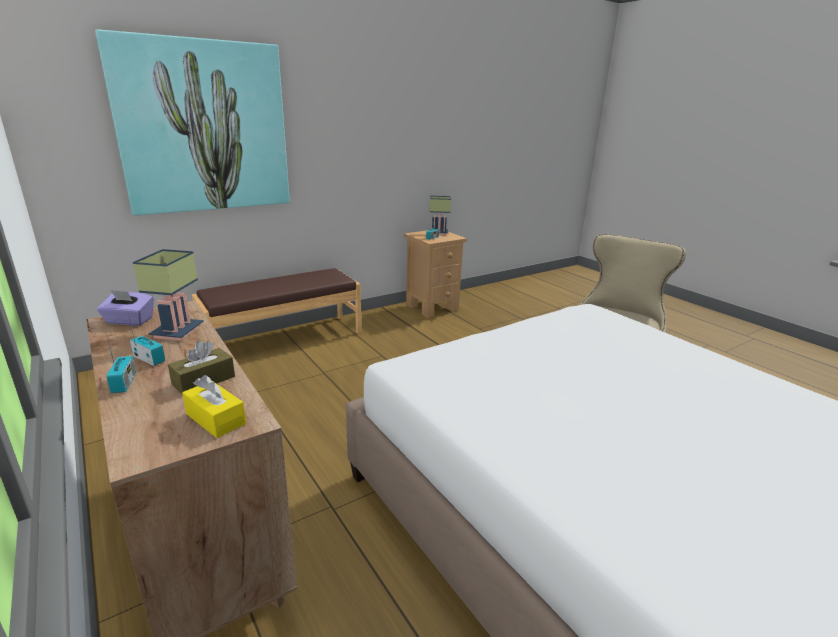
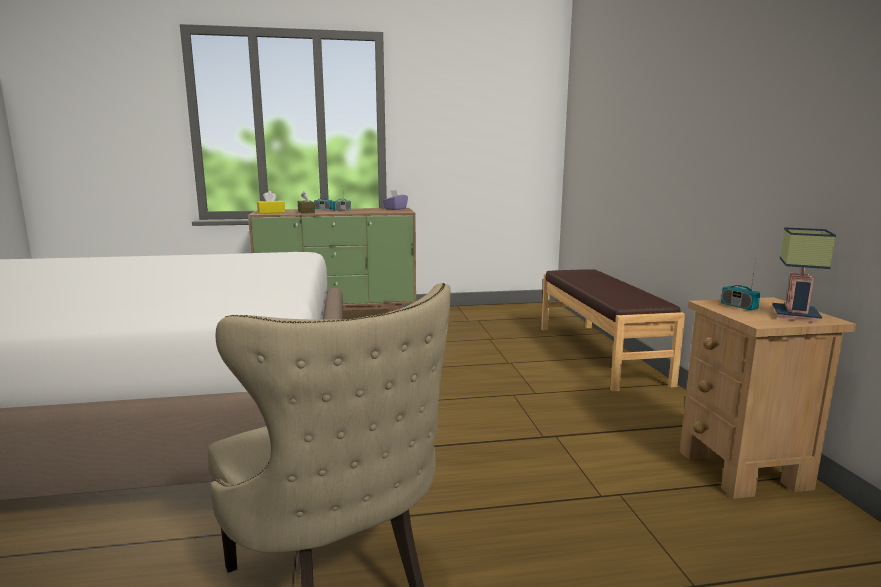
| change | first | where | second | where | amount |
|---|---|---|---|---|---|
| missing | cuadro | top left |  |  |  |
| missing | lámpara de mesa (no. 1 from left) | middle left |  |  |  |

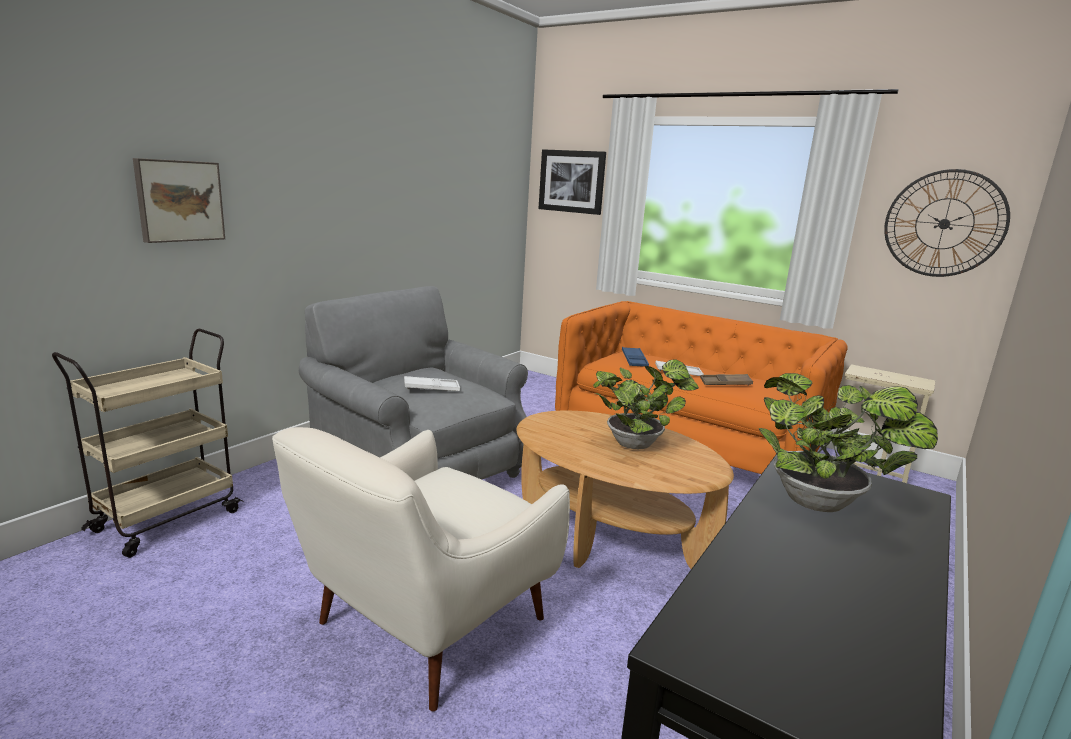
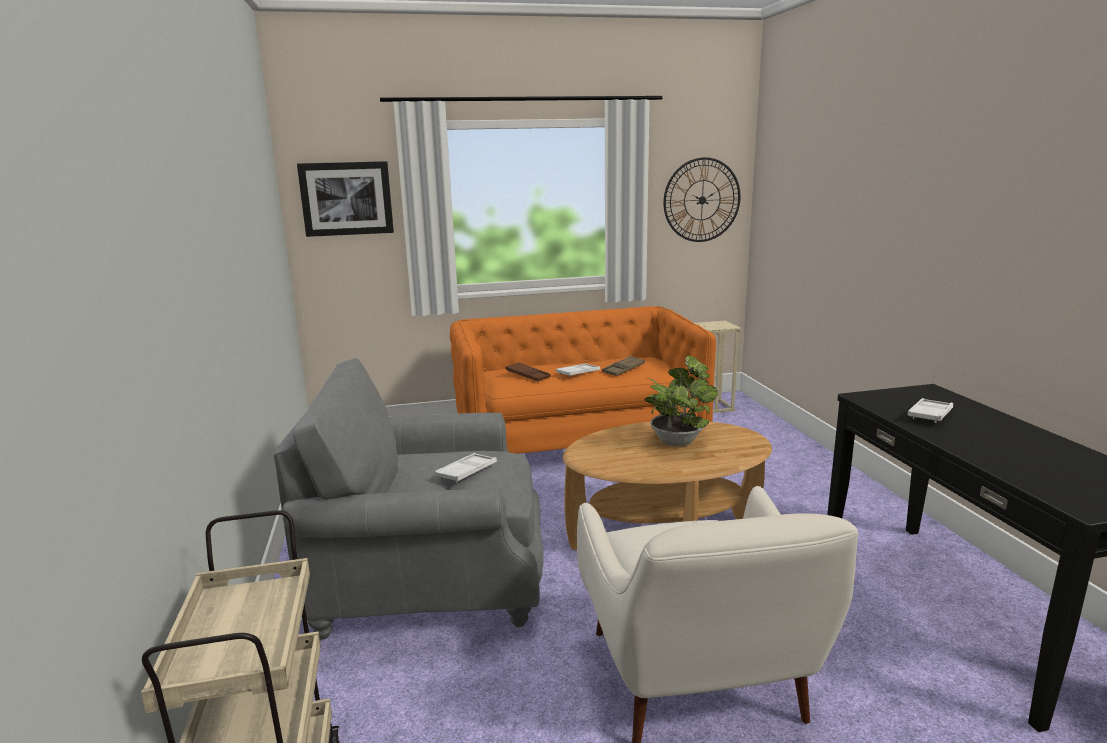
| change | first | where | second | where | amount |
|---|---|---|---|---|---|
| colour | bandeja/azul | centre | bandeja/marrón (no. 1 from left) | centre |  |
| exchanged | planta en maceta (no. 2 from left) | middle right | bandeja/blanco (no. 3 from left) | middle right |  |
| missing | cuadro (no. 1 from left) | top left |  |  |  |

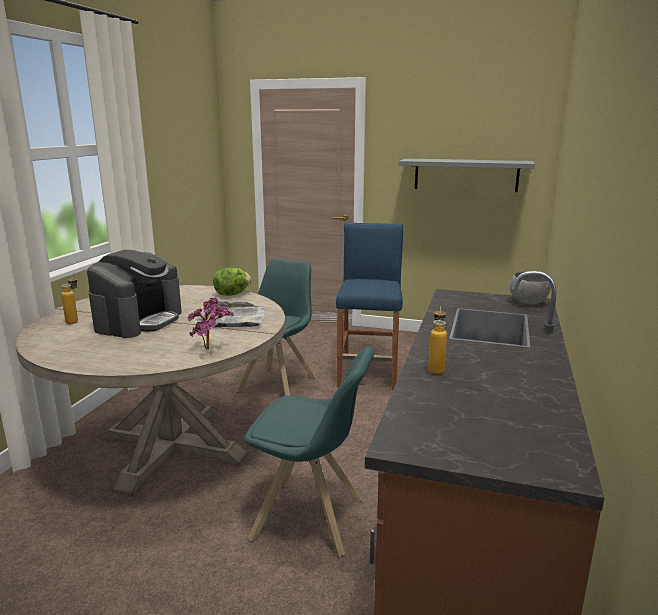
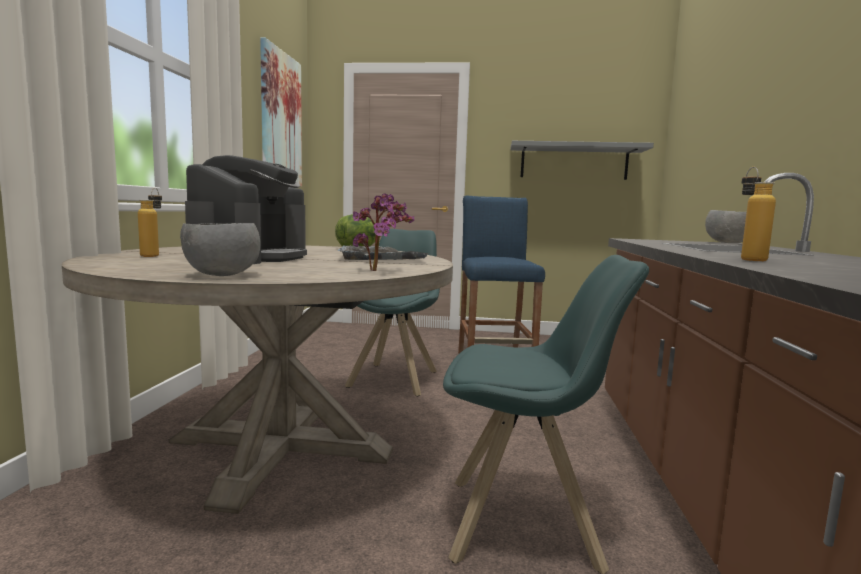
| change | first | where | second | where | amount |
|---|---|---|---|---|---|
| appeared |  |  | cuenco/gris (no. 1 from left) | middle left |  |
| appeared |  |  | cuadro | top left |  |

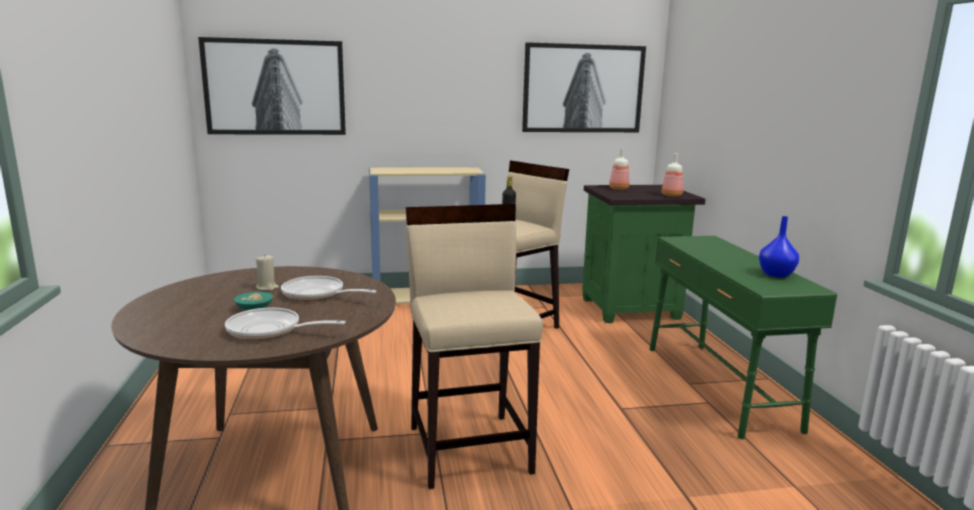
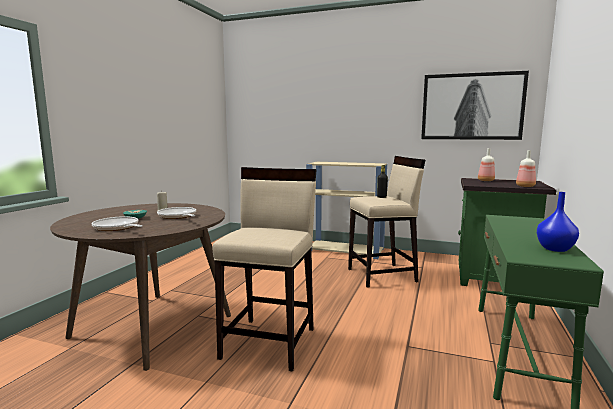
| change | first | where | second | where | amount |
|---|---|---|---|---|---|
| missing | cuadro (no. 1 from left) | top left |  |  |  |

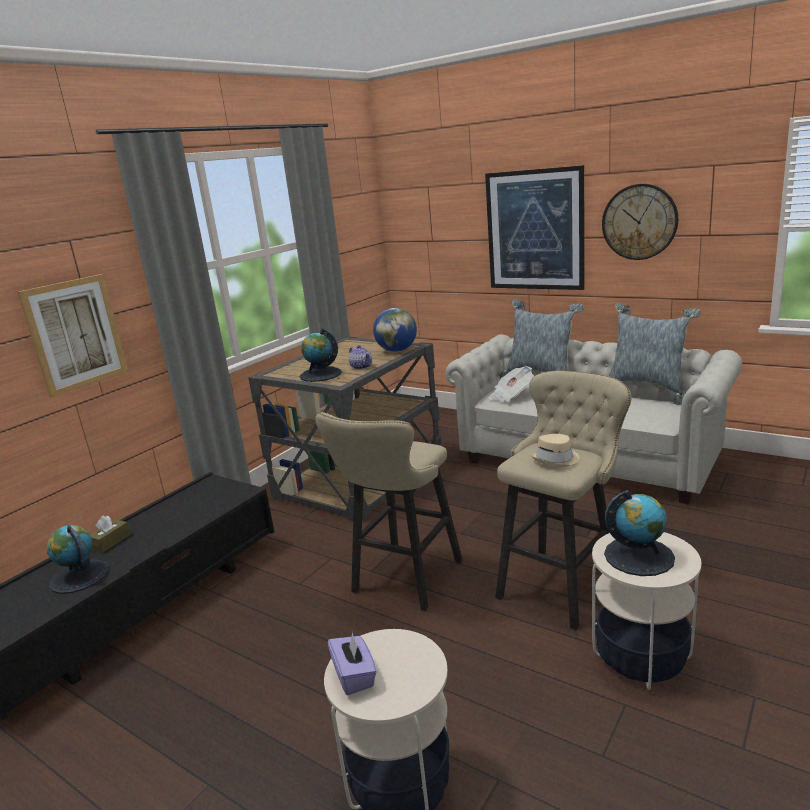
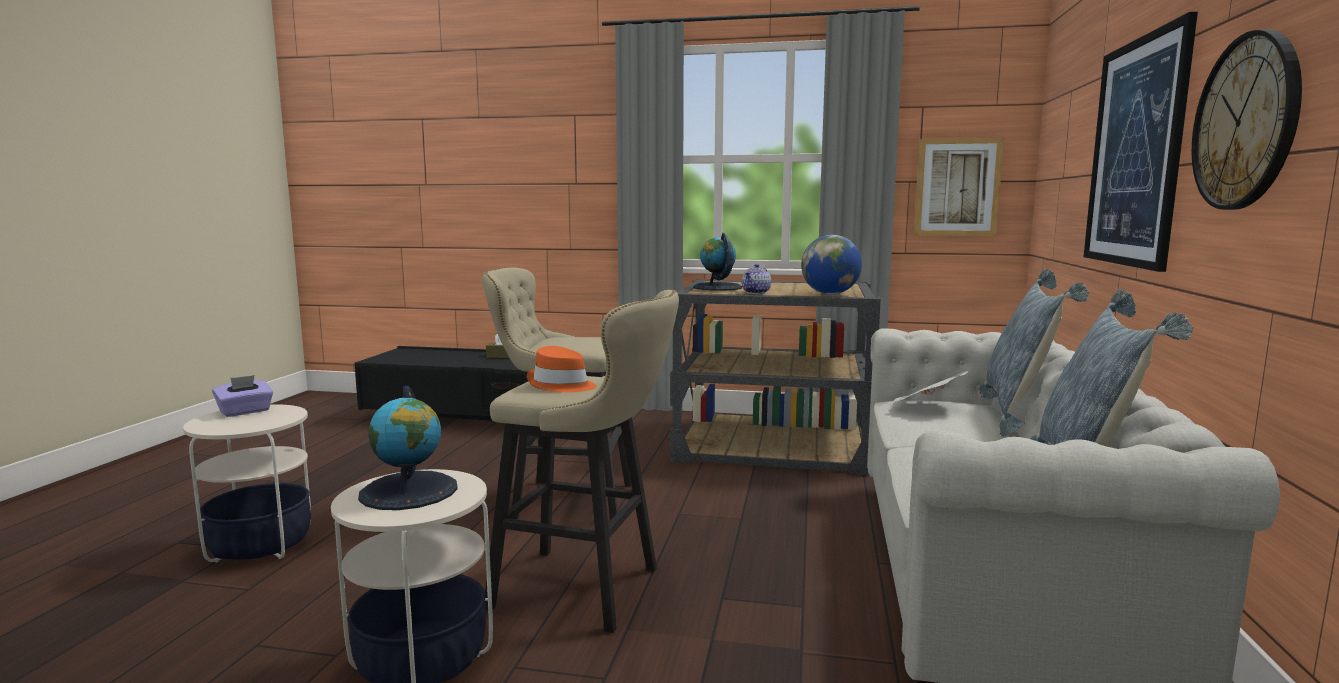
| change | first | where | second | where | amount |
|---|---|---|---|---|---|
| colour | sombrero/beis | middle right | sombrero/naranja | centre |  |
| relocated | cuadro (no. 1 from left) | middle left |  | top right |  |
| missing | globo terráqueo (no. 1 from left) | bottom left |  |  |  |

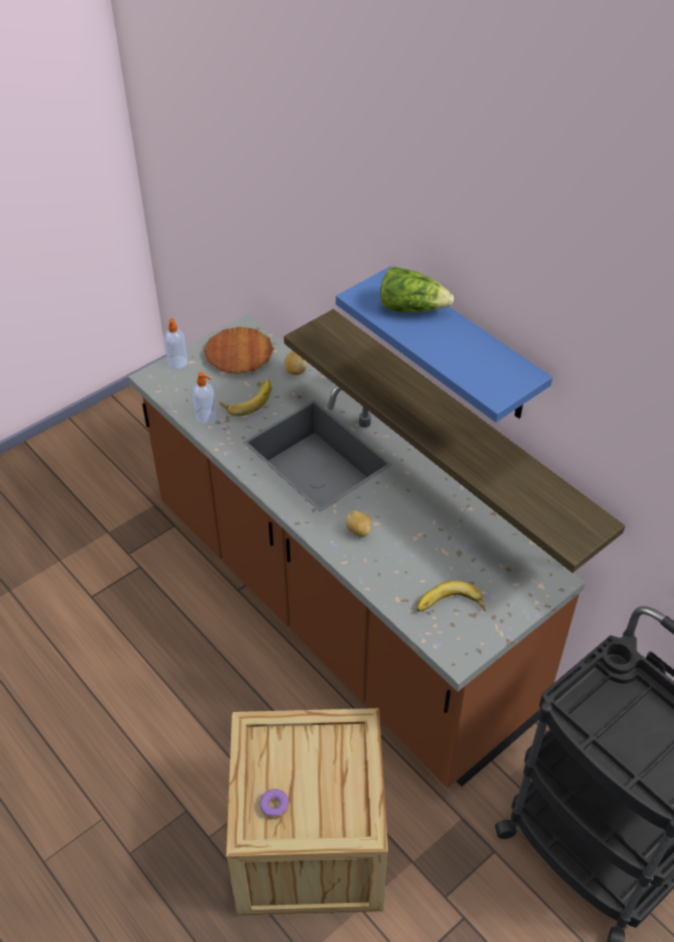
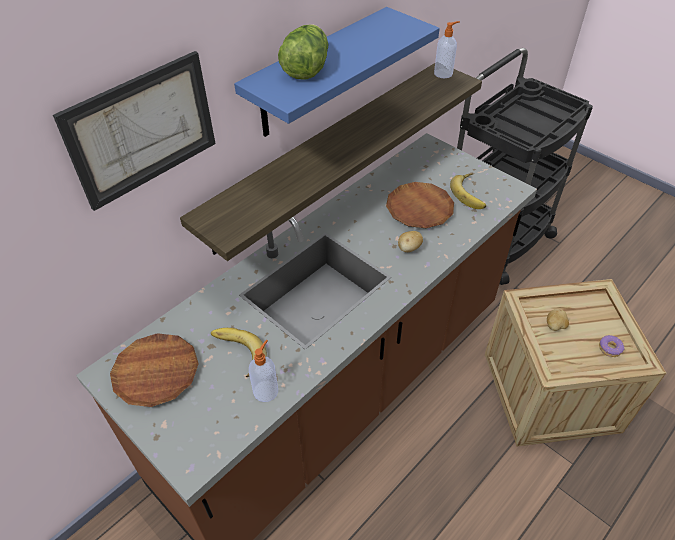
| change | first | where | second | where | amount |
|---|---|---|---|---|---|
| appeared |  |  | cuadro | top left |  |
| appeared |  |  | plato/marrón (no. 2 from left) | centre |  |
| relocated | dispensador de jabón (no. 1 from left in the first image) | middle left | dispensador de jabón (no. 2 from left) | top centre |  |
| relocated | patata (no. 1 from left in the first image) | centre | patata (no. 2 from left) | middle right |  |

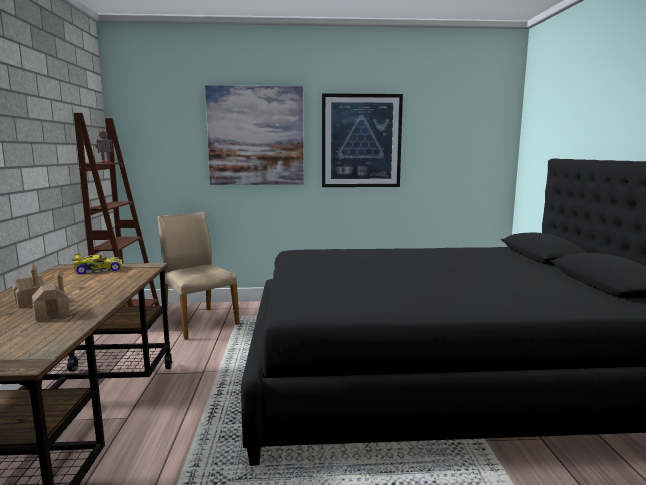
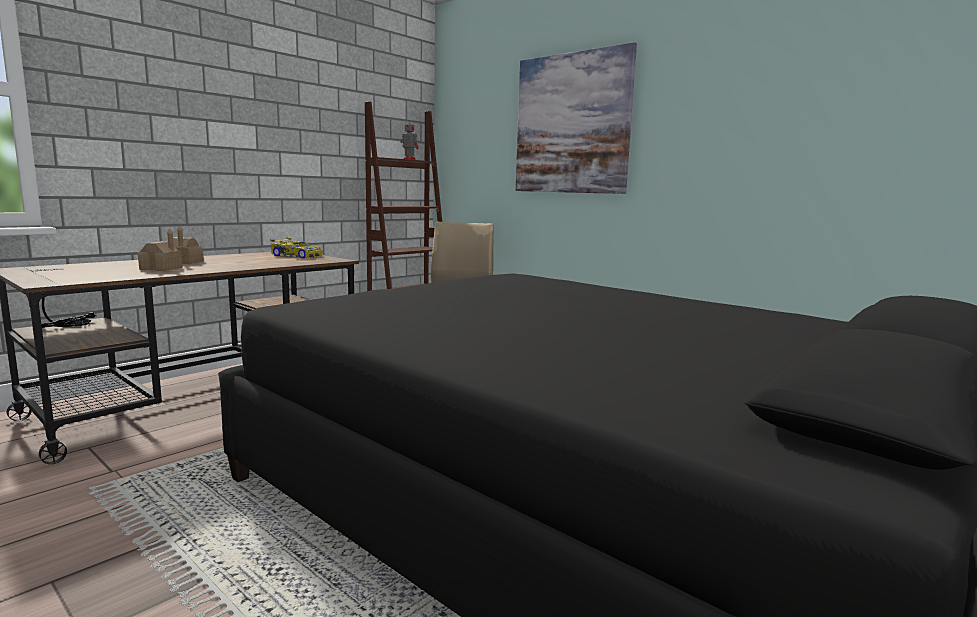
| change | first | where | second | where | amount |
|---|---|---|---|---|---|
| missing | cuadro (no. 2 from left) | top centre |  |  |  |

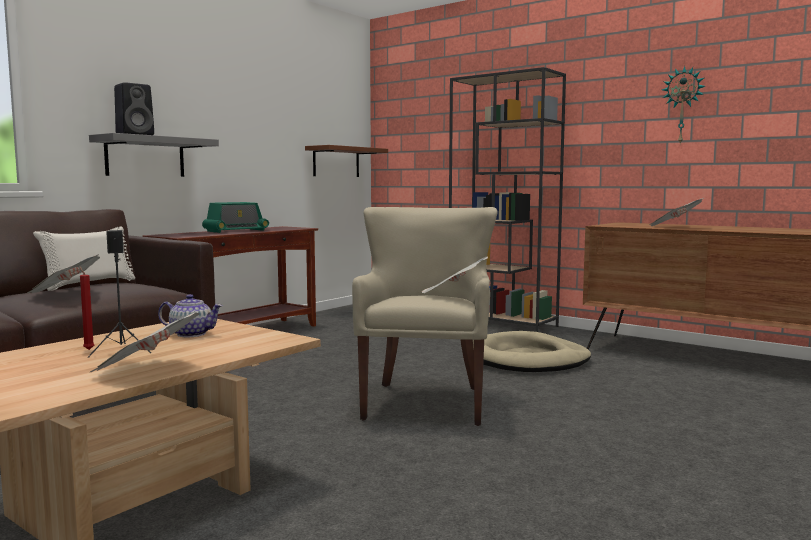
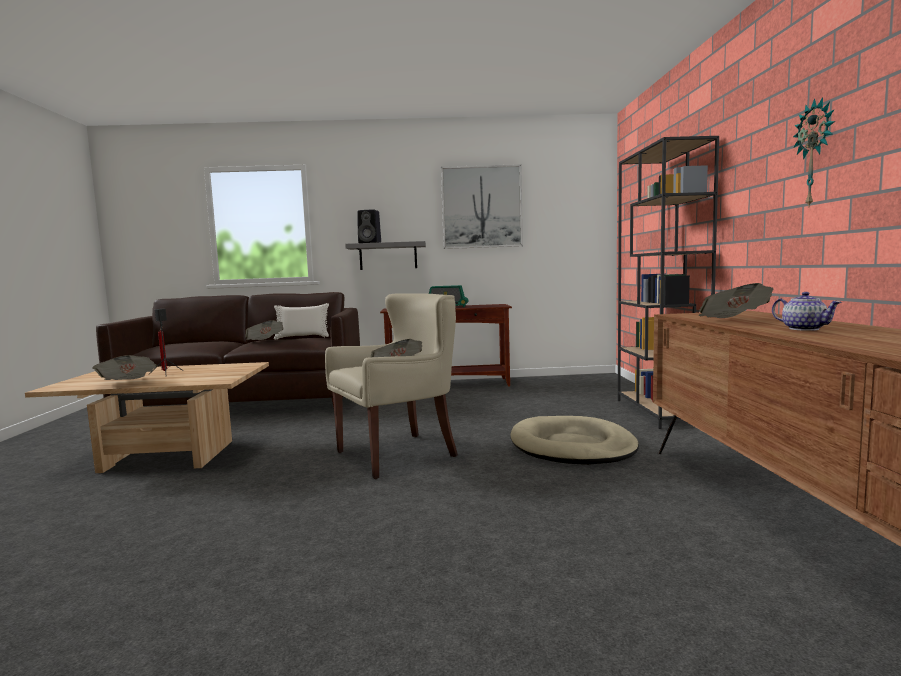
| change | first | where | second | where | amount |
|---|---|---|---|---|---|
| appeared |  |  | cuadro | top centre |  |
| relocated | tetera | middle left |  | middle right |  |
| missing | estante/marrón | top centre |  |  |  |

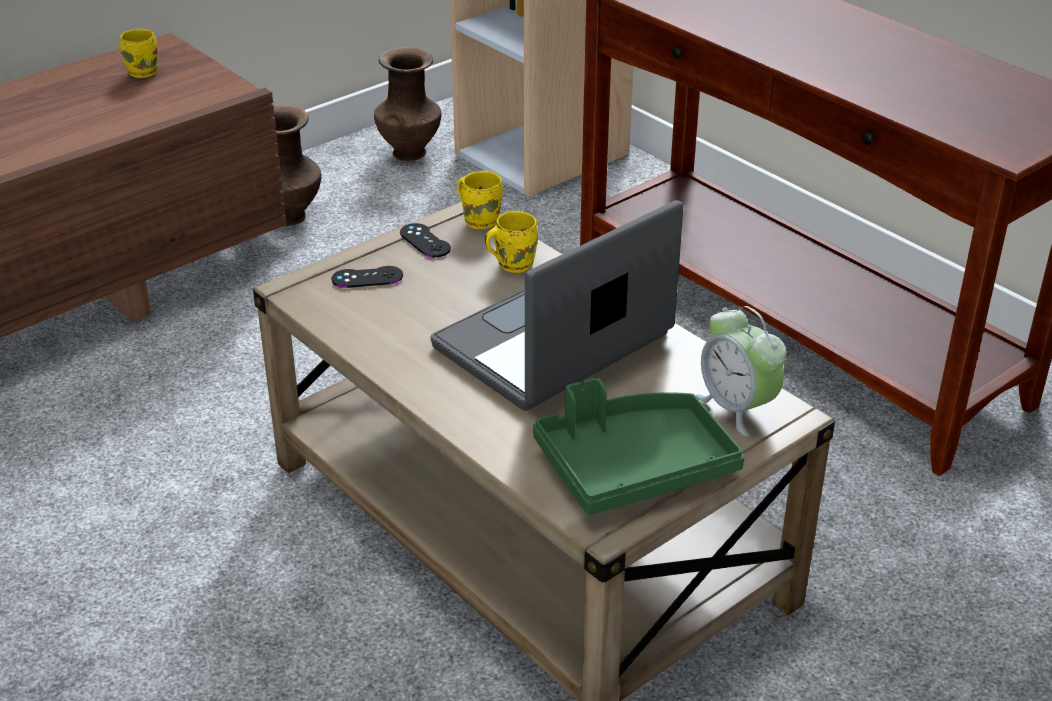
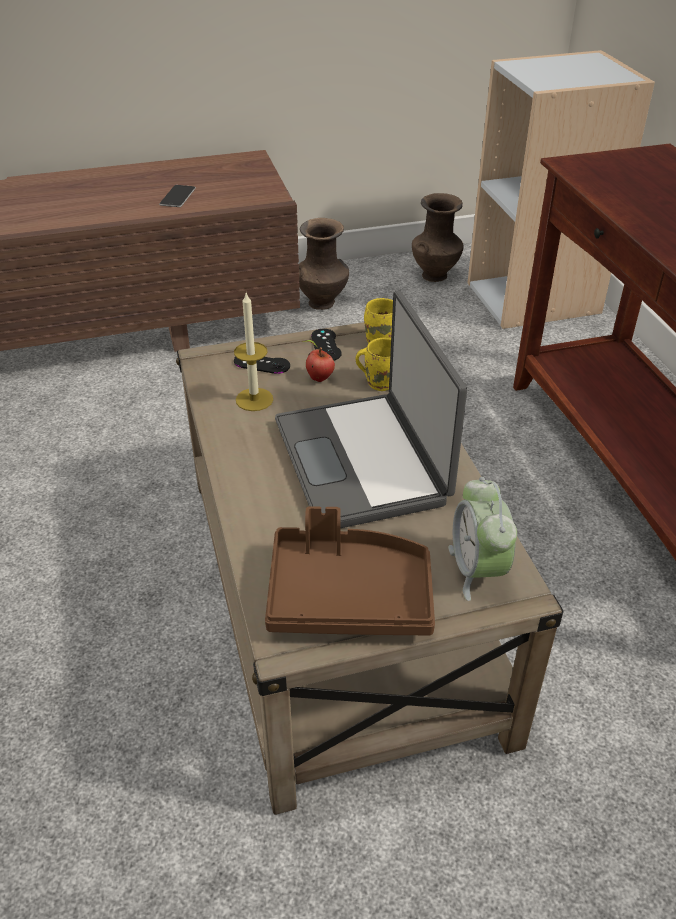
| change | first | where | second | where | amount |
|---|---|---|---|---|---|
| appeared |  |  | móvil | top left |  |
| appeared |  |  | vela | centre |  |
| colour | bandeja/verde | centre | bandeja/marrón | centre |  |
| spun | portátil | centre |  | centre | 90 degrees counterclockwise |
| appeared |  |  | manzana | centre |  |
| missing | taza grande/amarillo (no. 1 from left) | top left |  |  |  |

